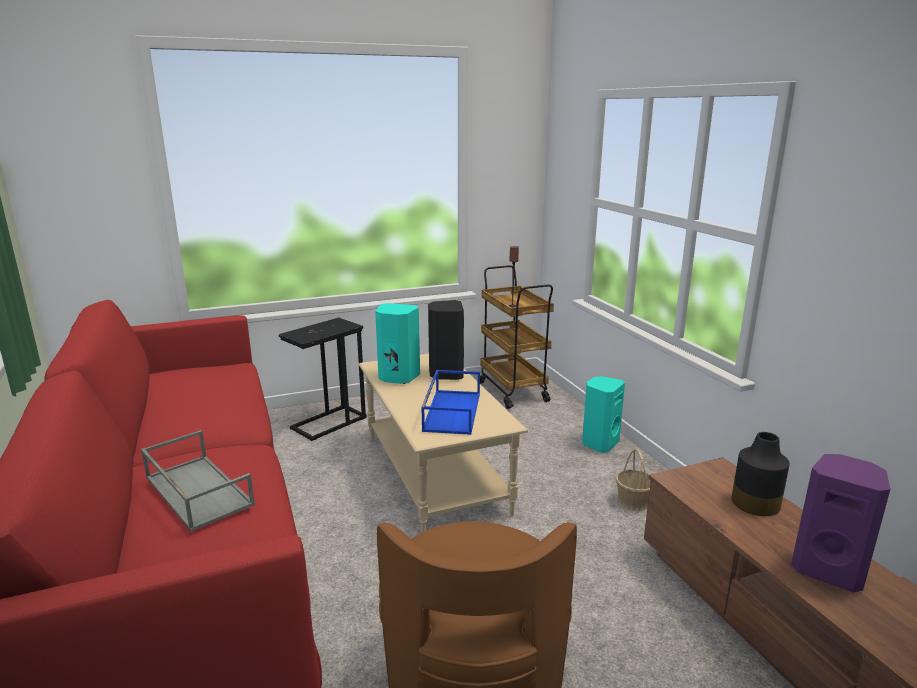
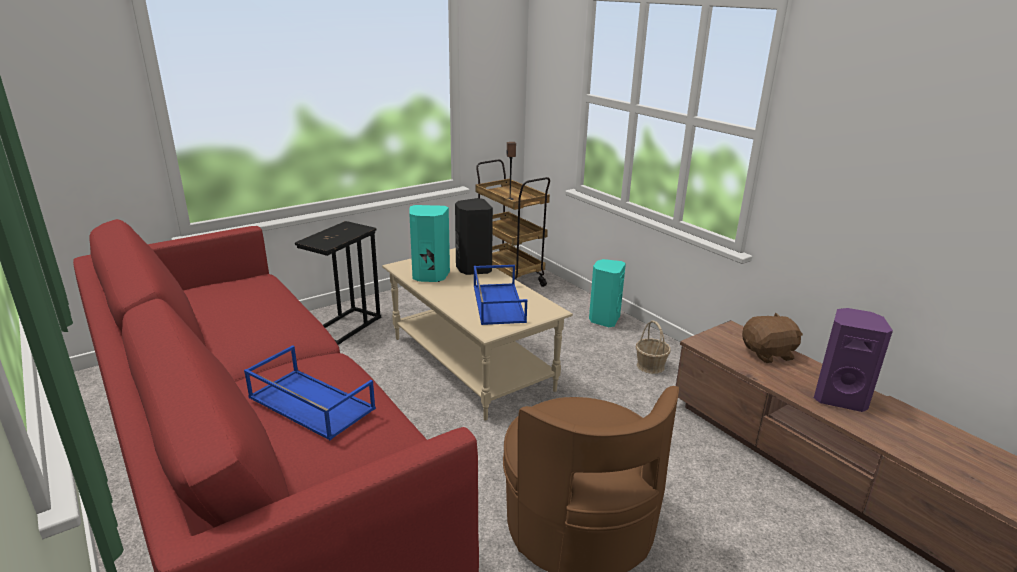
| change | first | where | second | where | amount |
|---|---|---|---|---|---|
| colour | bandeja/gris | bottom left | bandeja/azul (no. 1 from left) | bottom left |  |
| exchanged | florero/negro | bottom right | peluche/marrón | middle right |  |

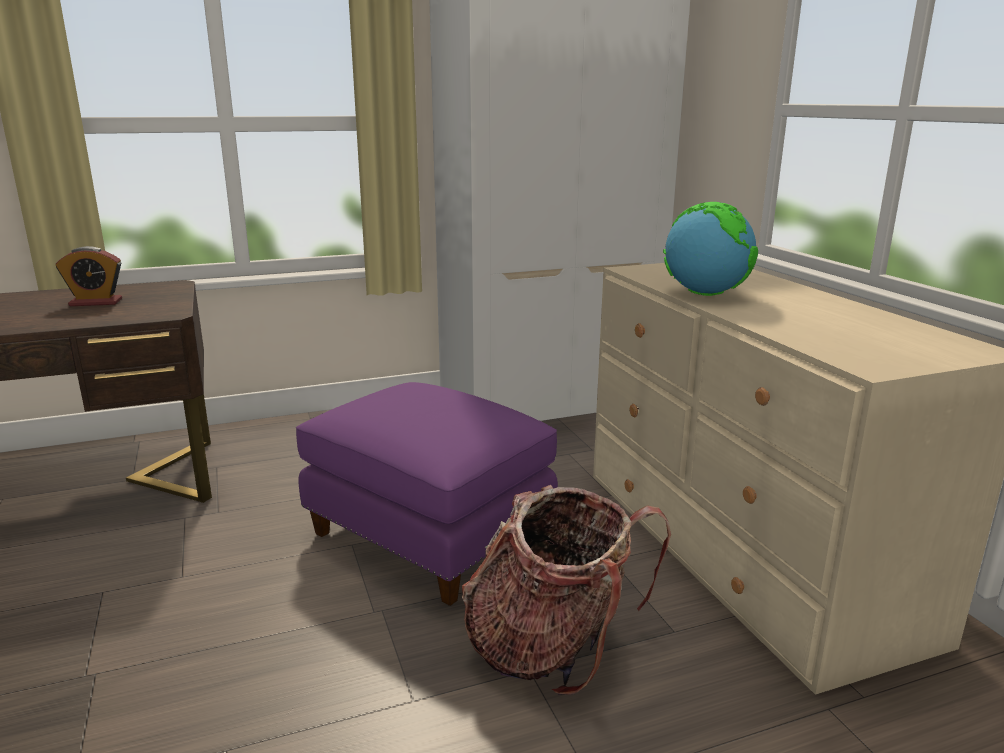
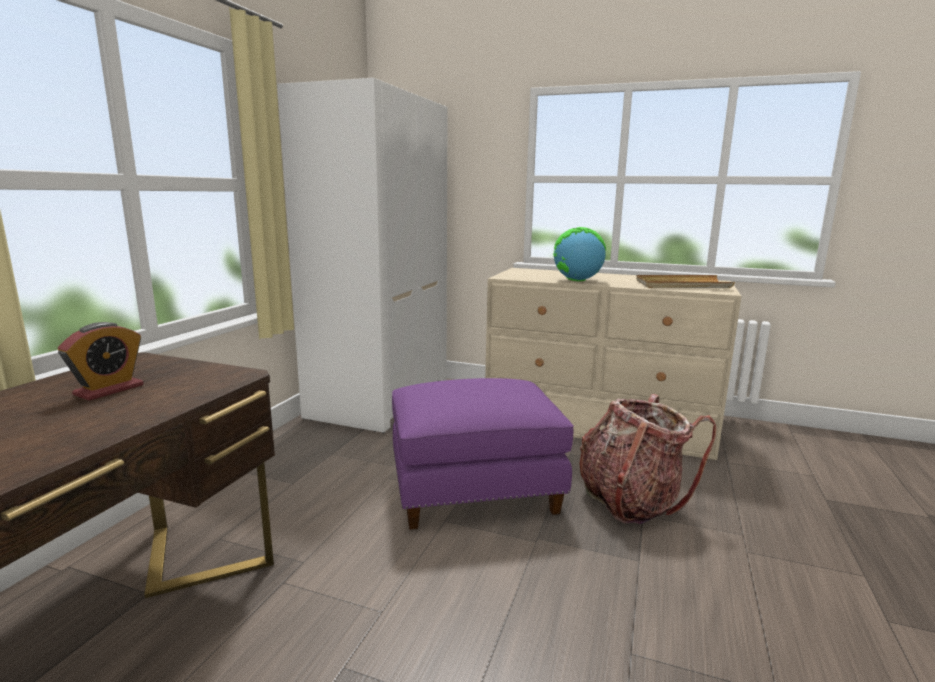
| change | first | where | second | where | amount |
|---|---|---|---|---|---|
| appeared |  |  | bandeja/beis | middle right |  |

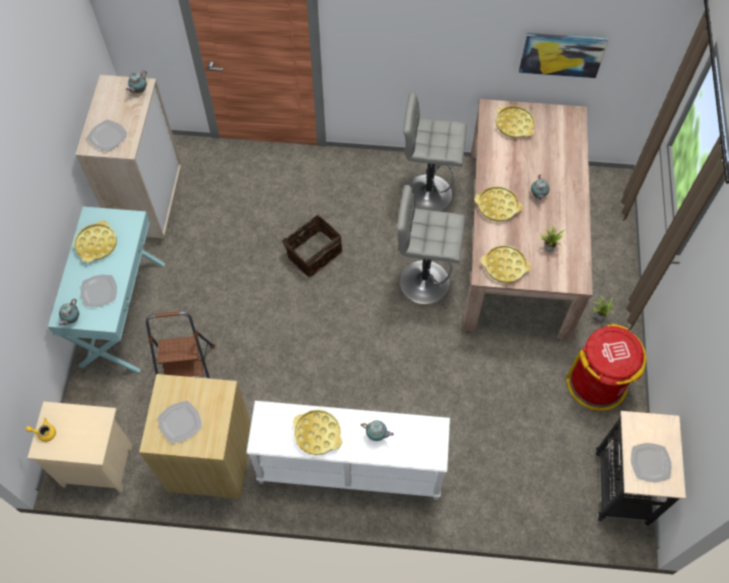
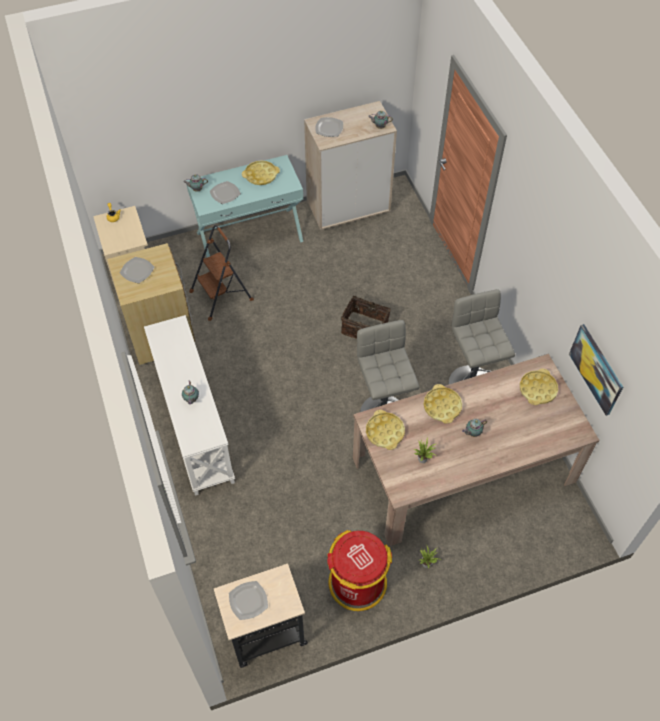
| change | first | where | second | where | amount |
|---|---|---|---|---|---|
| missing | bandeja/amarillo (no. 2 from left) | bottom centre |  |  |  |

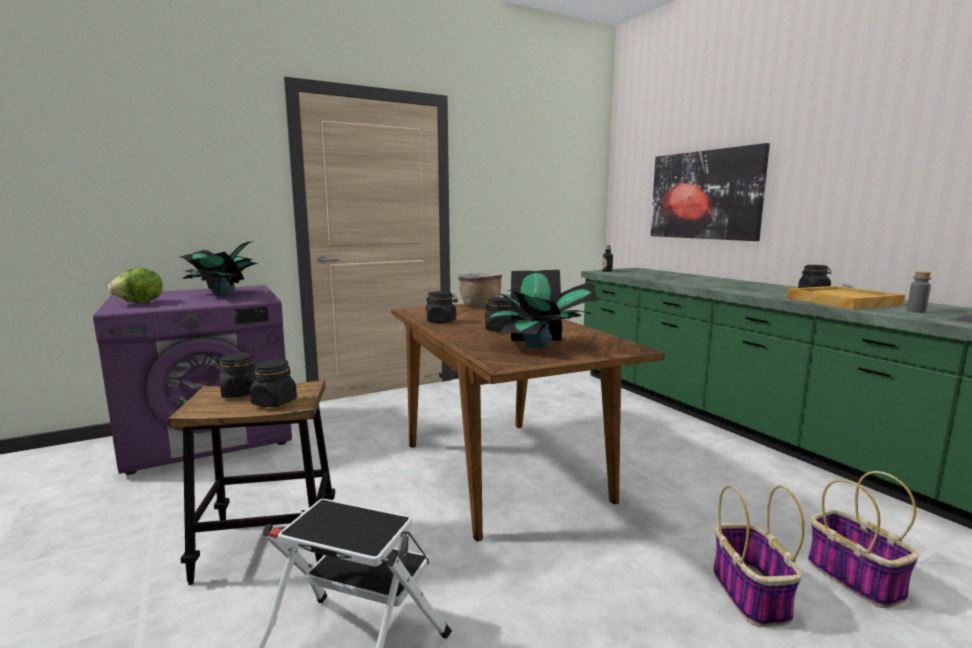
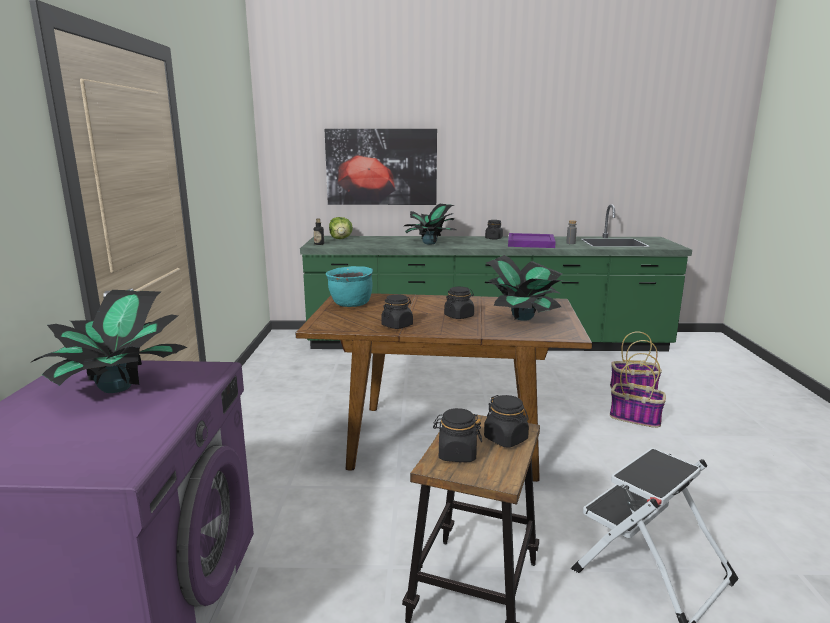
| change | first | where | second | where | amount |
|---|---|---|---|---|---|
| colour | olla/marrón | centre | olla/turquesa | centre |  |
| relocated | lechuga | middle left |  | centre |  |
| appeared |  |  | planta en maceta (no. 2 from left) | centre |  |
| colour | bandeja/beis | middle right | bandeja/morado | centre |  |

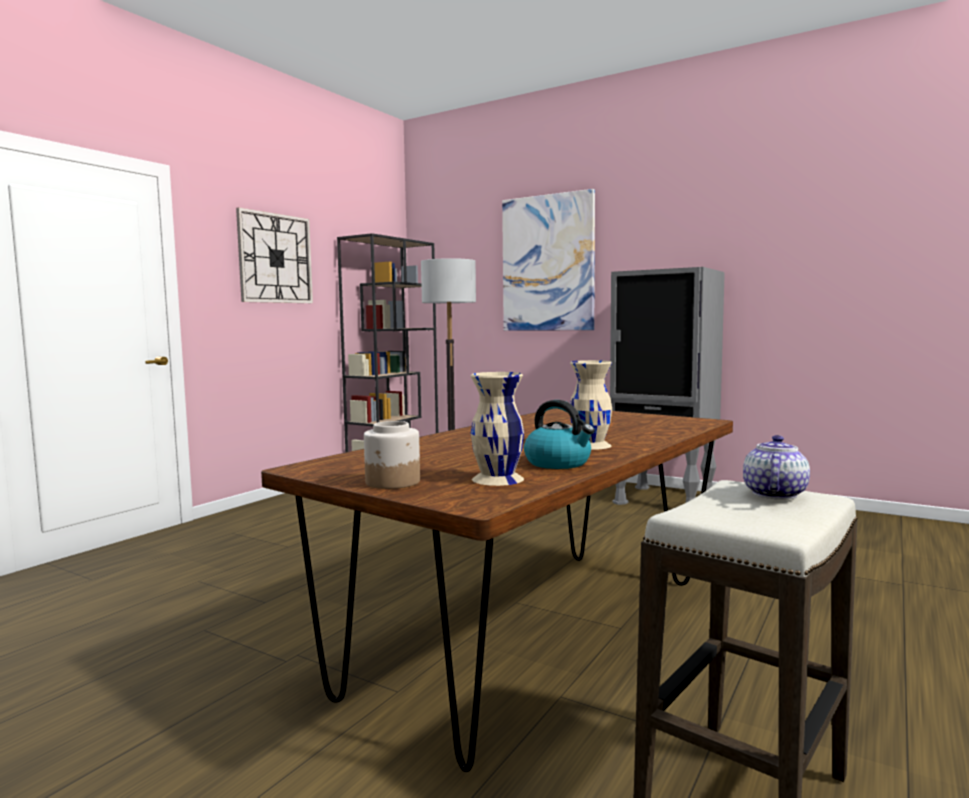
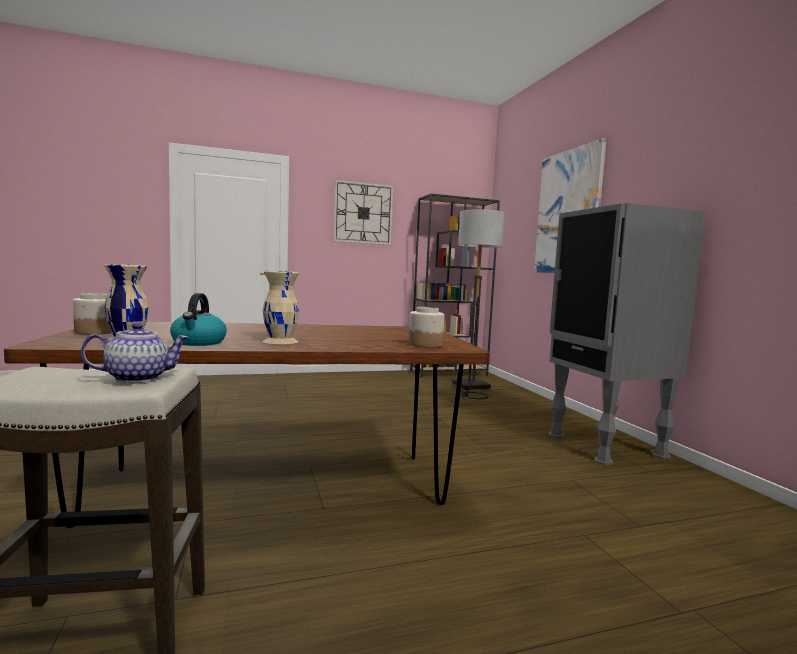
| change | first | where | second | where | amount |
|---|---|---|---|---|---|
| appeared |  |  | tarro (no. 2 from left) | centre |  |

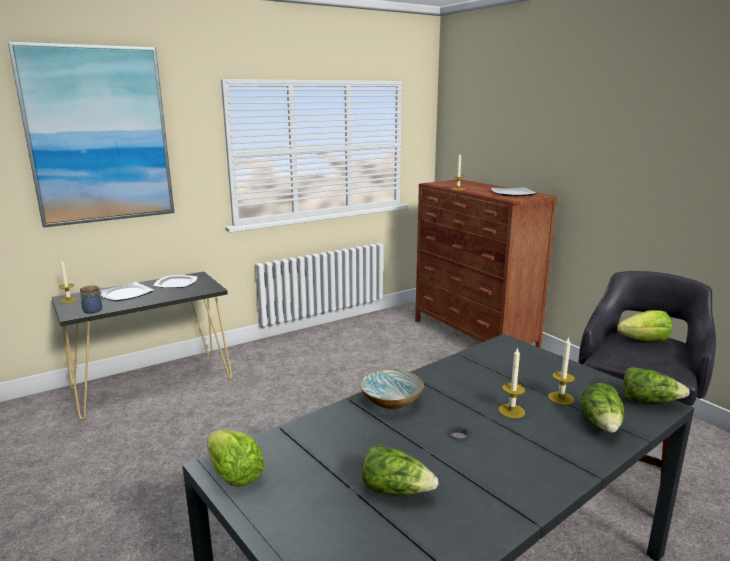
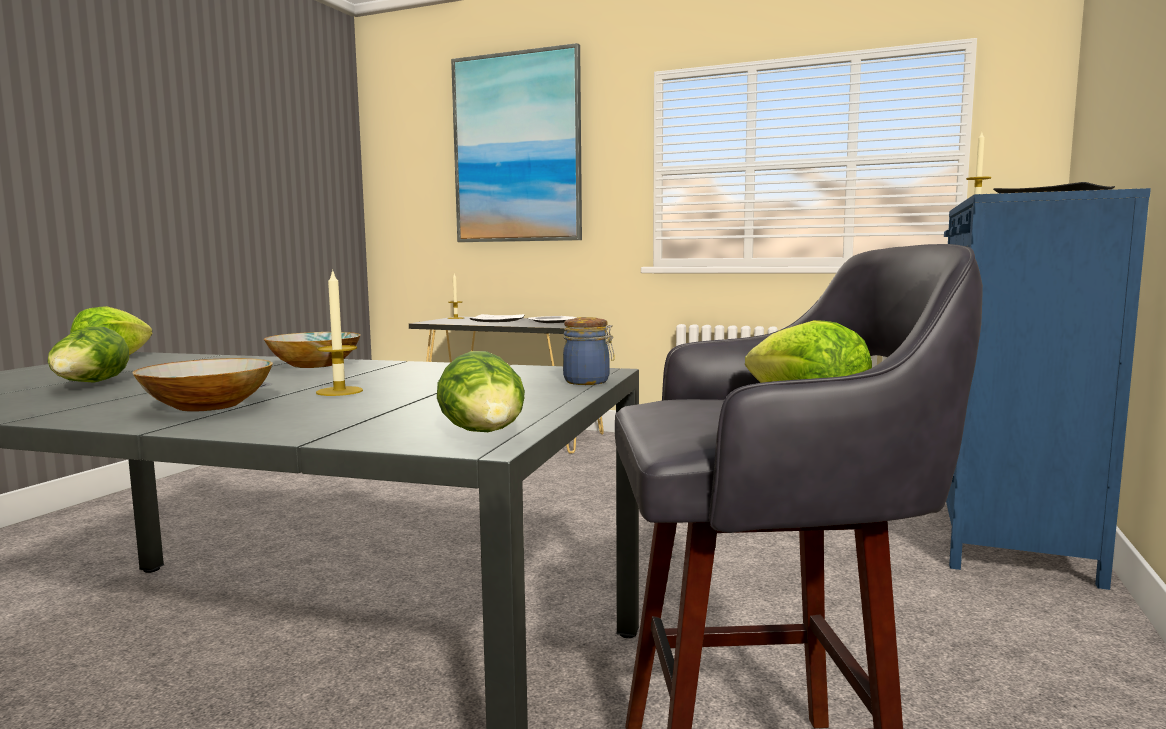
| change | first | where | second | where | amount |
|---|---|---|---|---|---|
| appeared |  |  | cuenco (no. 1 from left) | middle left |  |
| relocated | tarro | middle left |  | centre |  |
| colour | cómoda/marrón | centre | cómoda/azul | middle right |  |
| missing | vela (no. 4 from left) | middle right |  |  |  |
| missing | lechuga (no. 3 from left) | bottom right |  |  |  |

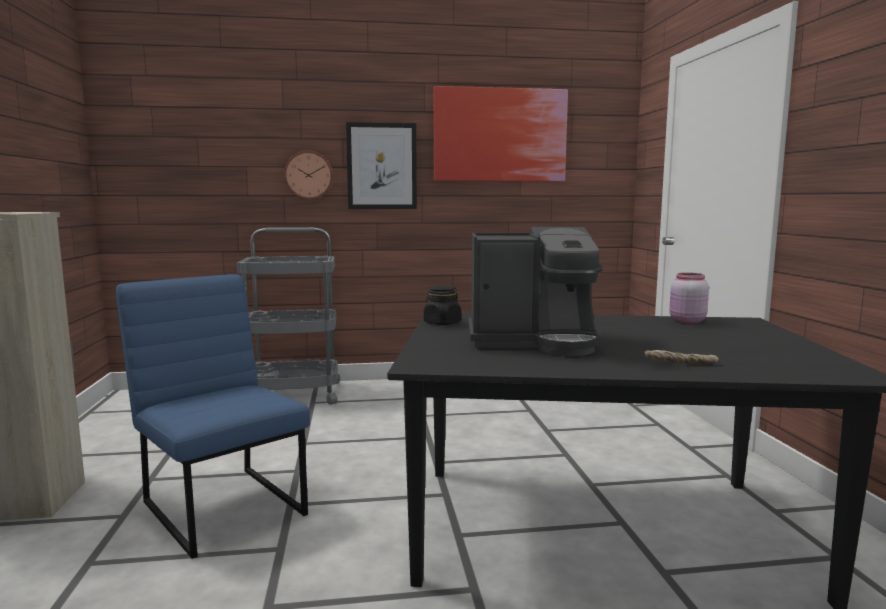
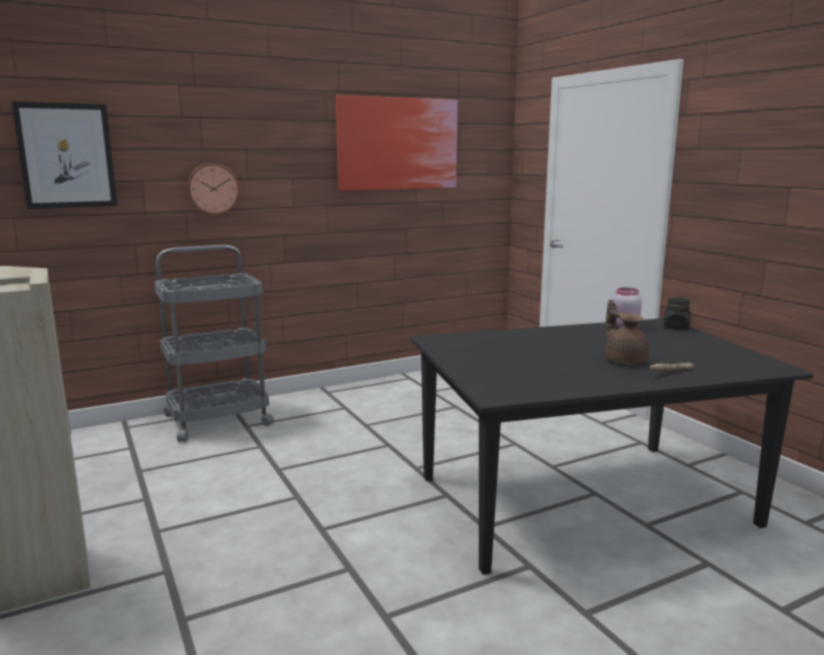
| change | first | where | second | where | amount |
|---|---|---|---|---|---|
| relocated | cuadro (no. 1 from left) | top centre |  | top left |  |
| appeared |  |  | tetera/marrón | middle right |  |
| relocated | tarro/negro | centre |  | middle right |  |
| missing | silla/azul | bottom left |  |  |  |
| missing | cafetera | centre |  |  |  |

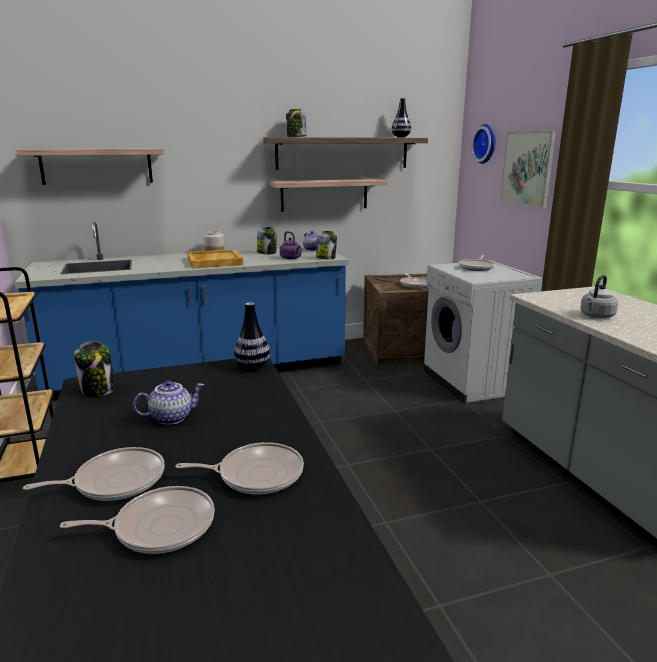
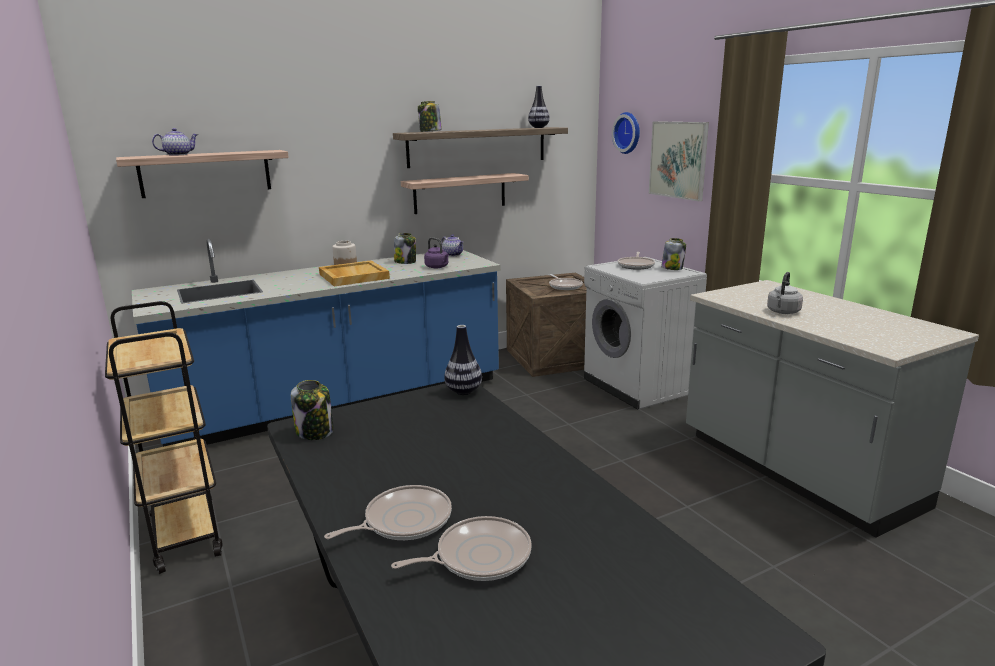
| change | first | where | second | where | amount |
|---|---|---|---|---|---|
| relocated | tetera (no. 1 from left) | middle left |  | top left |  |
| relocated | tarro (no. 5 from left) | centre |  | middle right |  |
| missing | sartén (no. 3 from left) | bottom centre |  |  |  |

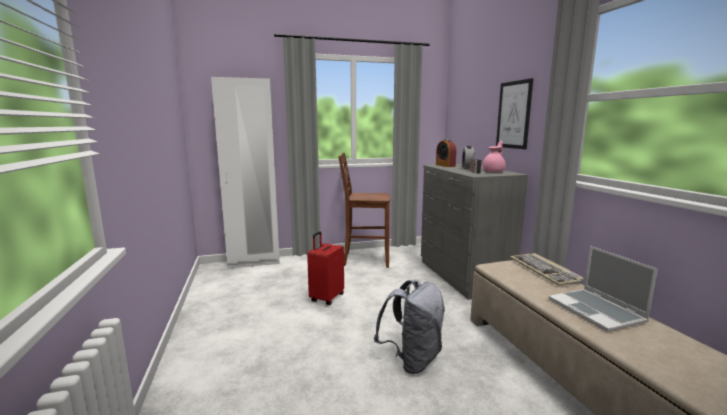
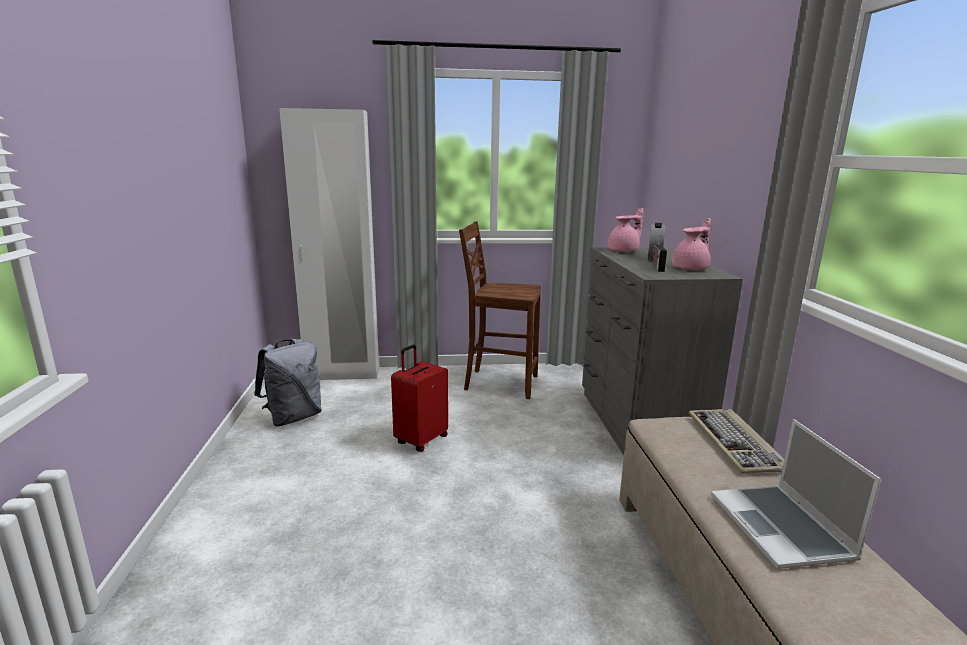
| change | first | where | second | where | amount |
|---|---|---|---|---|---|
| relocated | mochila/gris | bottom centre |  | middle left |  |
| exchanged | despertador (no. 1 from left) | centre | tetera/rosa (no. 1 from left) | centre |  |
| missing | cuadro | top right |  |  |  |

